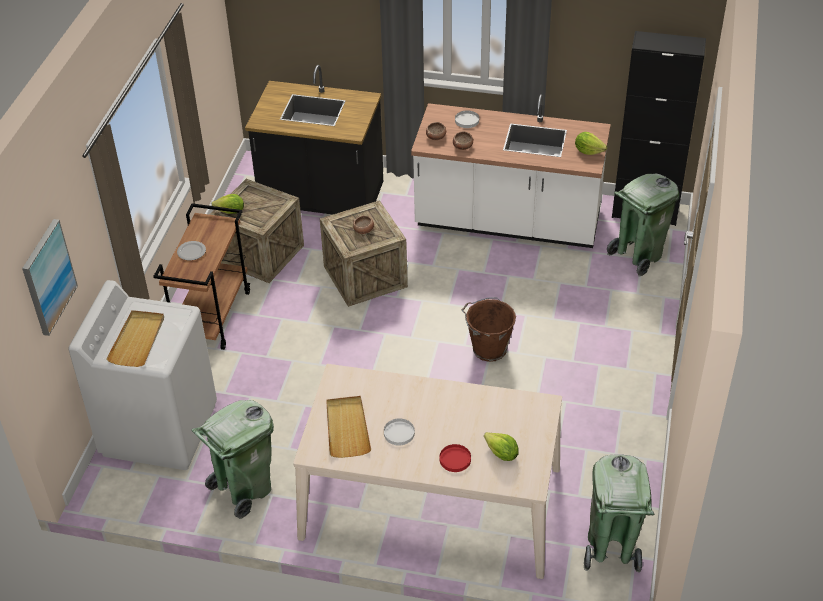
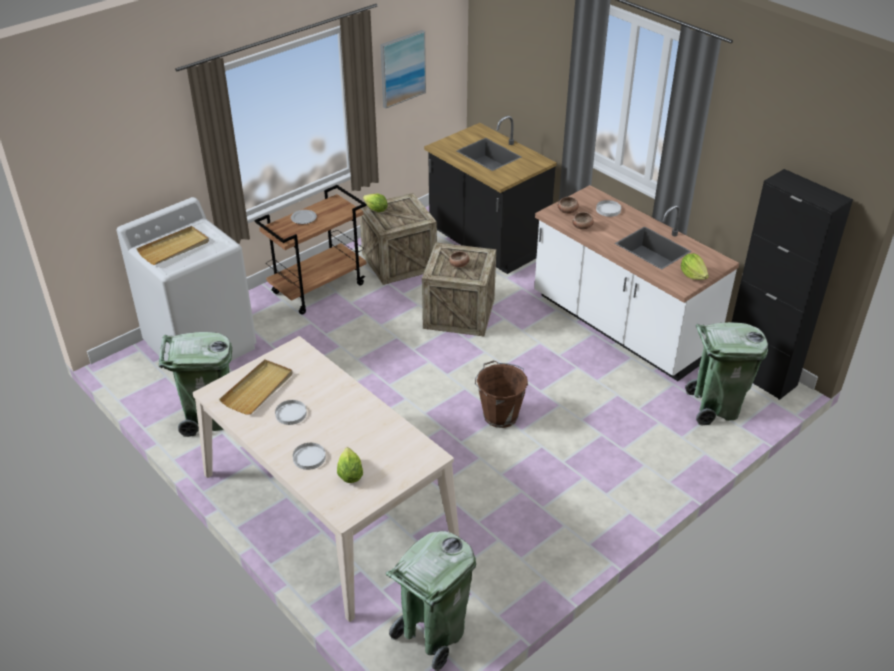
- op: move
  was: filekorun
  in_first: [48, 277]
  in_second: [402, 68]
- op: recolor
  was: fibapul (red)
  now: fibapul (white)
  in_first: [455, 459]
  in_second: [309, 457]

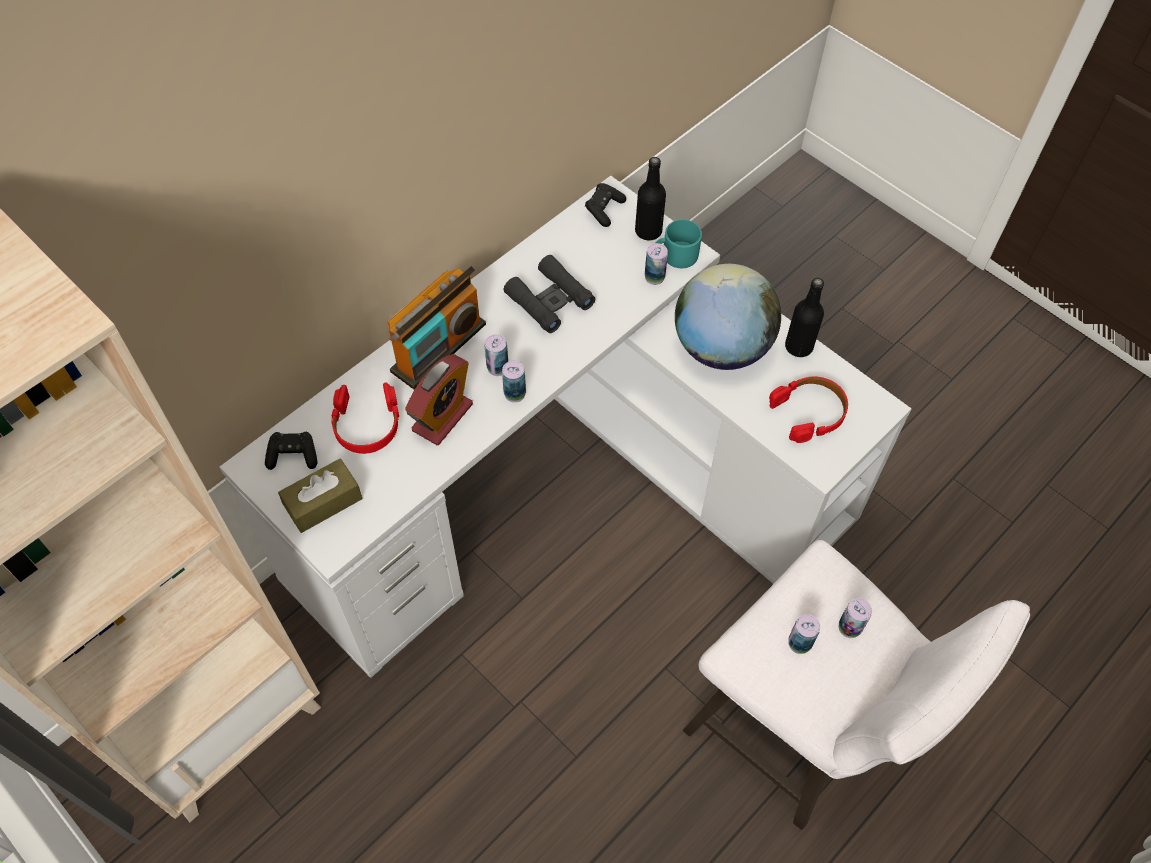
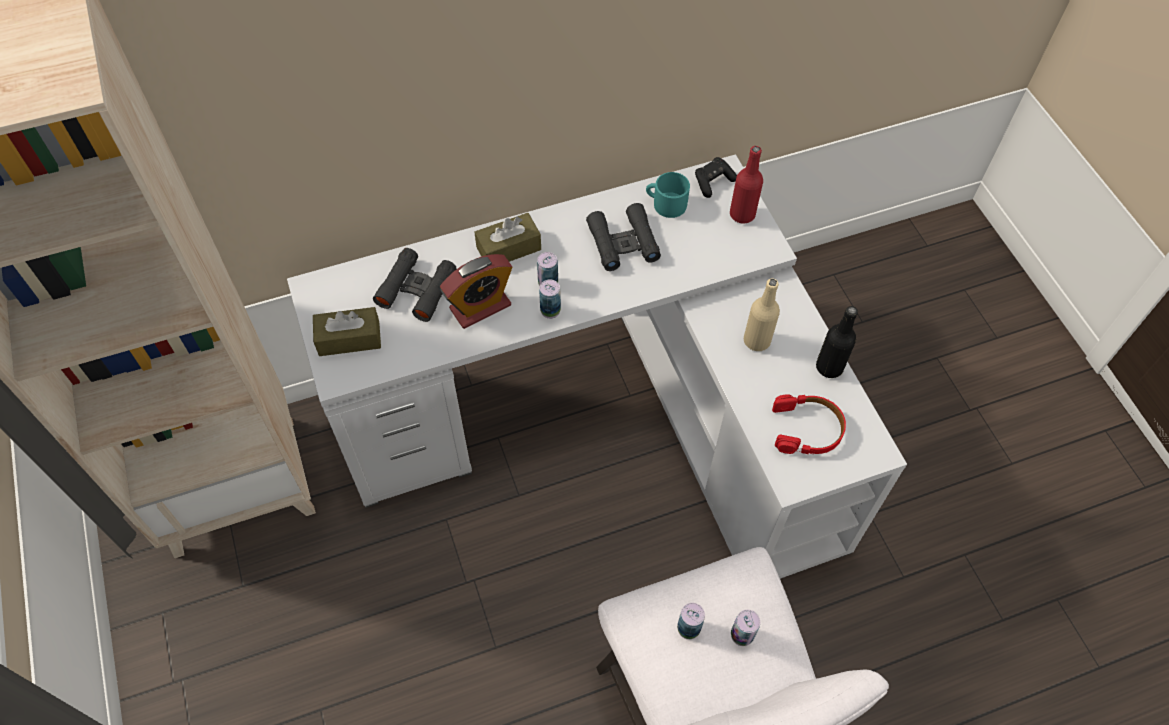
- op: delete
  was: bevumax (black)
  in_first: [293, 455]
- op: delete
  was: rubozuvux
  in_first: [654, 277]
- op: move
  was: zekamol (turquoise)
  in_first: [675, 255]
  in_second: [665, 203]
- op: replace
  was: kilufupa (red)
  now: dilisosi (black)
  in_first: [366, 424]
  in_second: [417, 289]
- op: replace
  was: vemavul
  now: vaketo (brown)
  in_first: [439, 348]
  in_second: [508, 248]
- op: replace
  was: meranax
  now: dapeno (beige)
  in_first: [721, 347]
  in_second: [756, 341]
- op: recolor
  was: dapeno (black)
  now: dapeno (red)
  in_first: [648, 231]
  in_second: [742, 214]

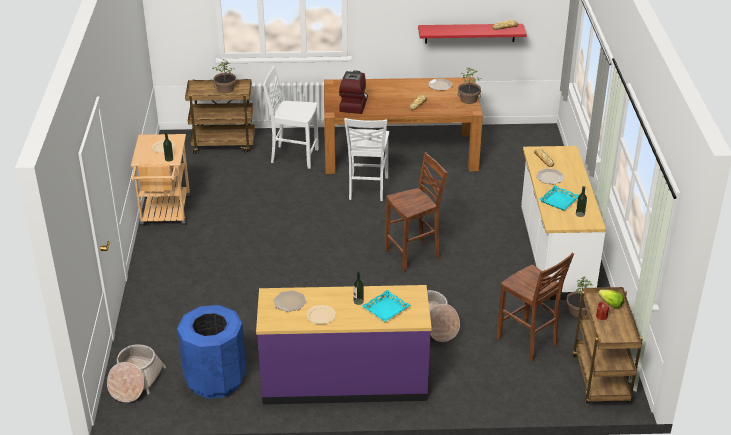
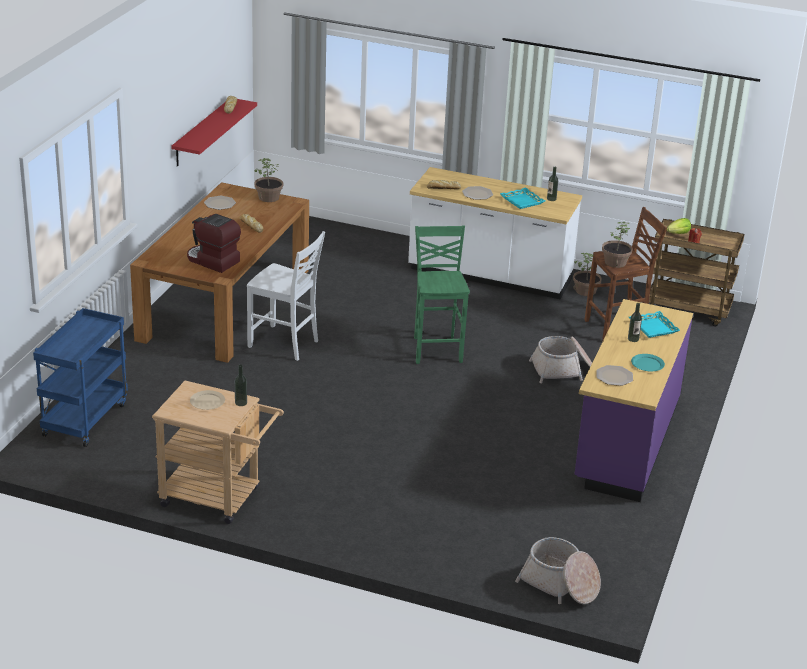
- op: delete
  was: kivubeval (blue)
  in_first: [215, 380]
- op: delete
  was: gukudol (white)
  in_first: [293, 156]
- op: move
  was: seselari
  in_first: [225, 89]
  in_second: [615, 262]
- op: recolor
  was: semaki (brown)
  now: semaki (blue)
  in_first: [224, 144]
  in_second: [85, 419]
- op: recolor
  was: fibapul (beige)
  now: fibapul (turquoise)
  in_first: [321, 316]
  in_second: [647, 364]
- op: recolor
  was: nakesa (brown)
  now: nakesa (green)
  in_first: [414, 255]
  in_second: [437, 349]

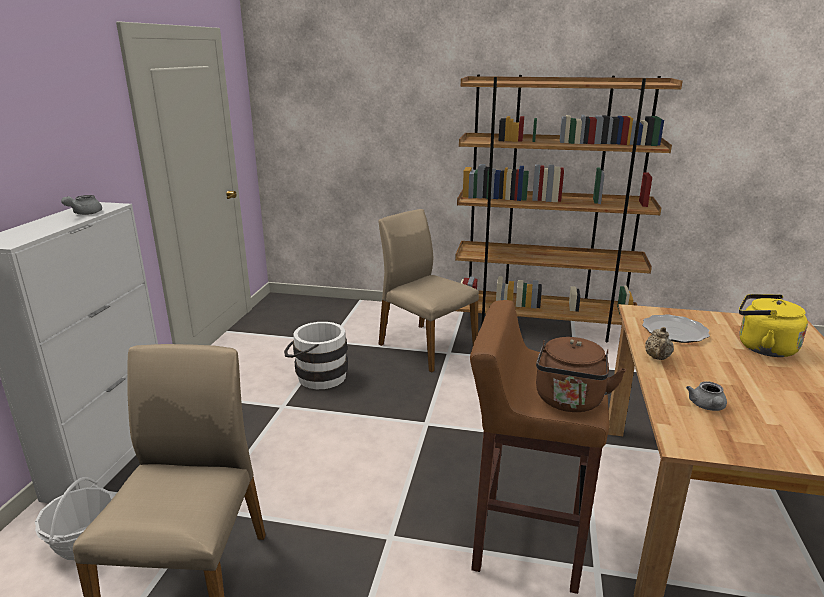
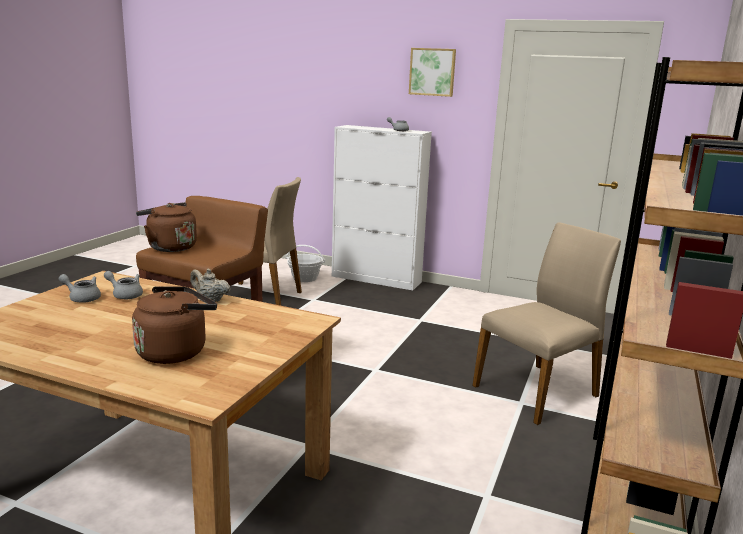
- op: delete
  was: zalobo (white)
  in_first: [317, 376]
- op: delete
  was: fibapul
  in_first: [674, 331]
- op: insert
  now: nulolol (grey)
  in_second: [82, 298]
- op: insert
  now: filekorun
  in_second: [432, 72]
- op: recolor
  was: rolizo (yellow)
  now: rolizo (brown)
  in_first: [762, 347]
  in_second: [175, 351]

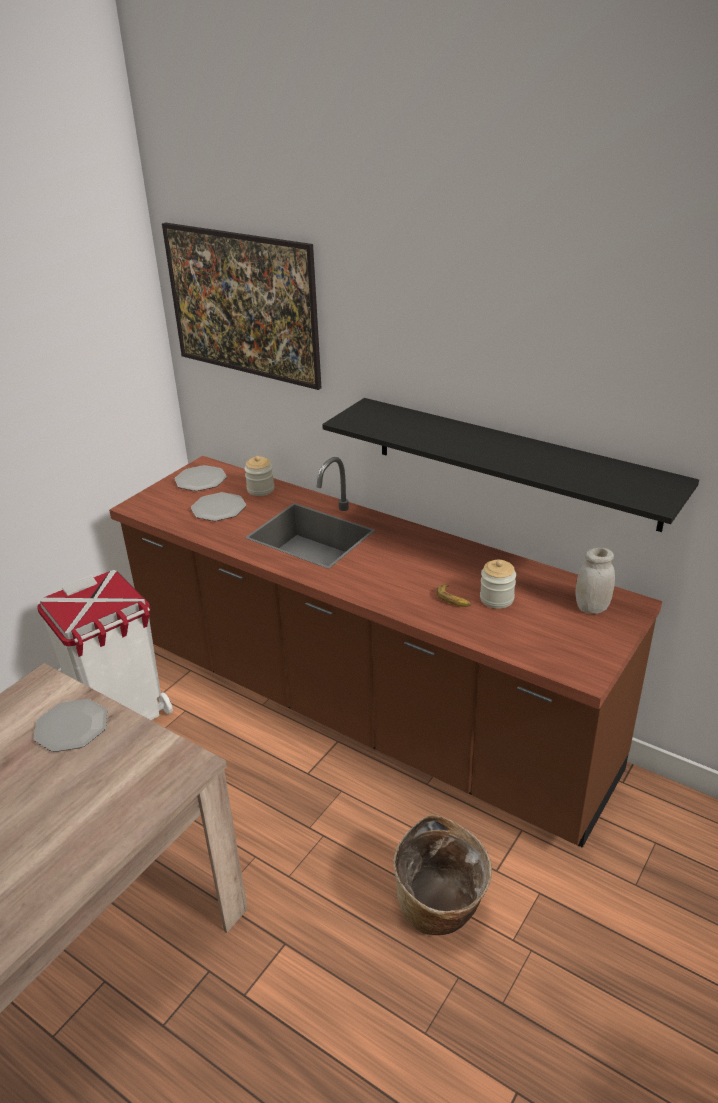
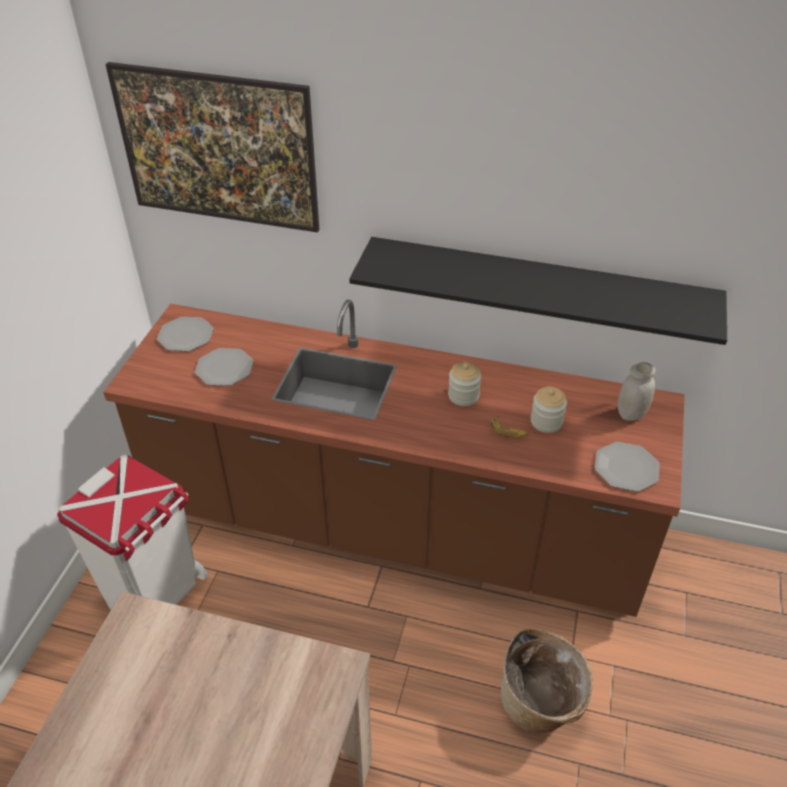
- op: move
  was: fibapul
  in_first: [71, 727]
  in_second: [626, 468]
- op: move
  was: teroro
  in_first: [260, 489]
  in_second: [463, 396]

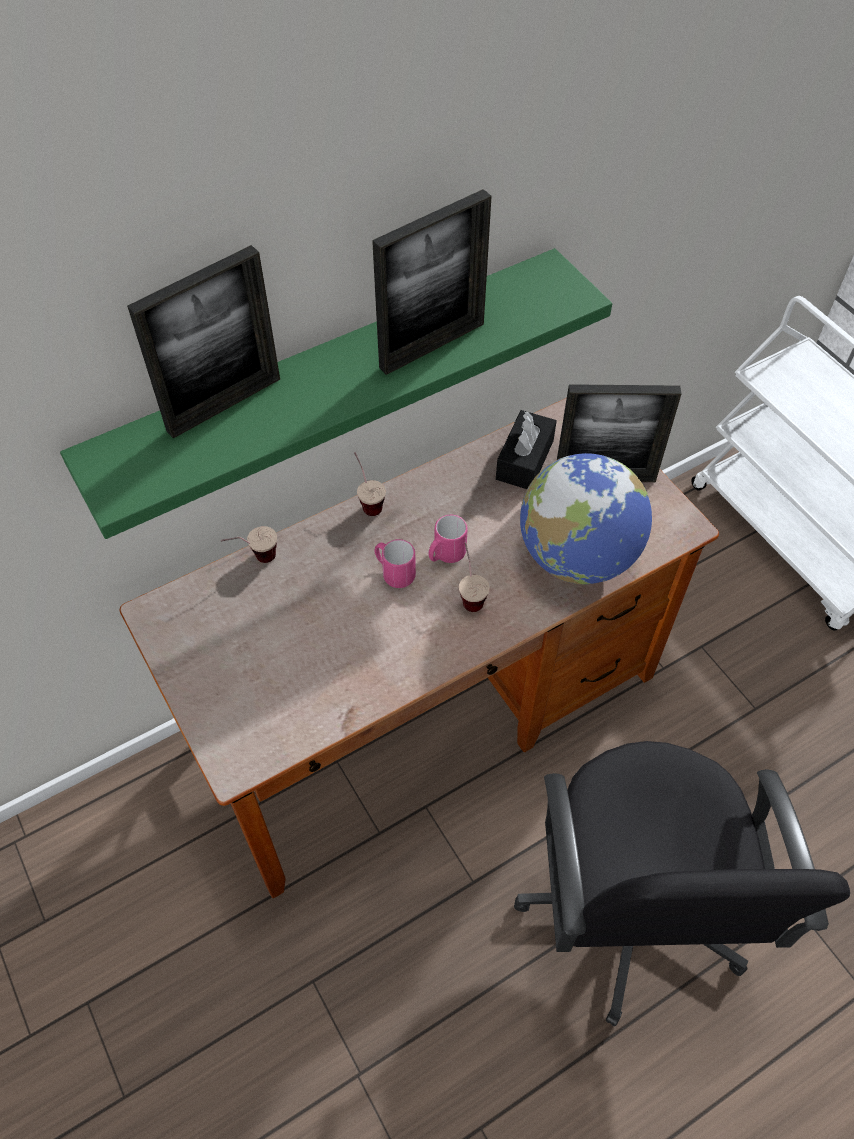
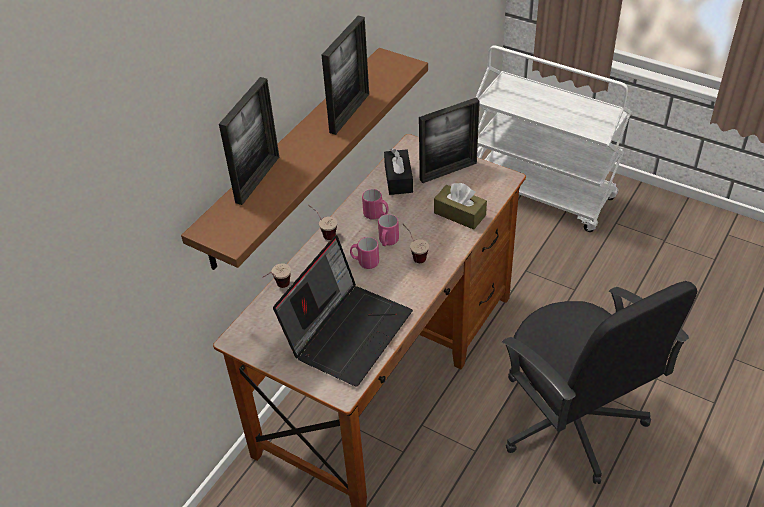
- op: insert
  now: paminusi
  in_second: [348, 331]
- op: insert
  now: zekamol (pink)
  in_second: [376, 215]
- op: replace
  was: meranax
  now: vaketo (brown)
  in_first: [577, 556]
  in_second: [459, 214]
- op: recolor
  was: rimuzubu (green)
  now: rimuzubu (brown)
  in_first: [331, 381]
  in_second: [294, 157]

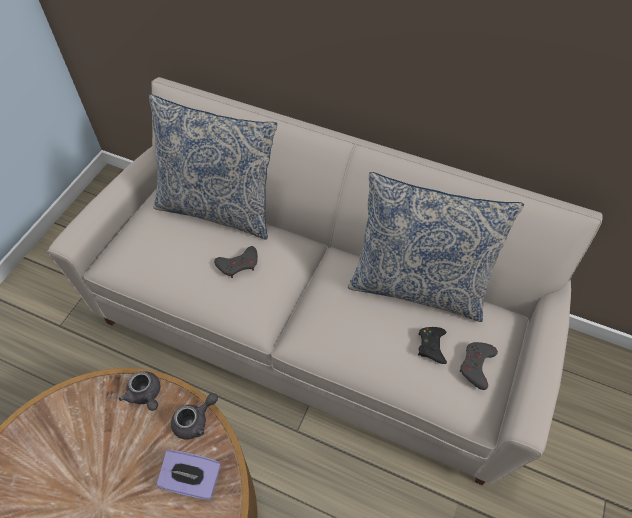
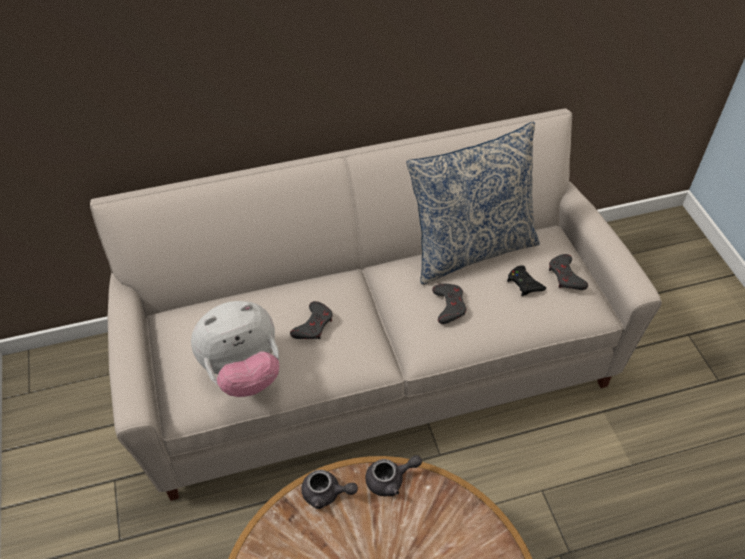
- op: delete
  was: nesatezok
  in_first: [218, 208]
- op: delete
  was: vaketo (purple)
  in_first: [192, 481]
- op: insert
  now: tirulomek
  in_second: [243, 372]
- op: insert
  now: bevumax (grey)
  in_second: [449, 305]
- op: rotate
  was: nulolol (grey)
  in_first: [195, 421]
  in_second: [390, 480]
  clockwise: 60

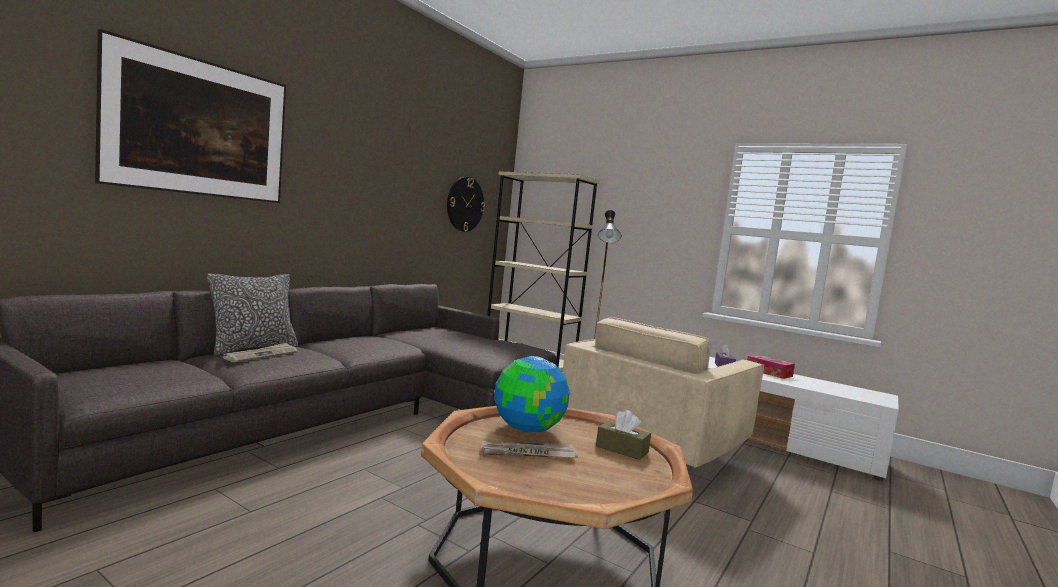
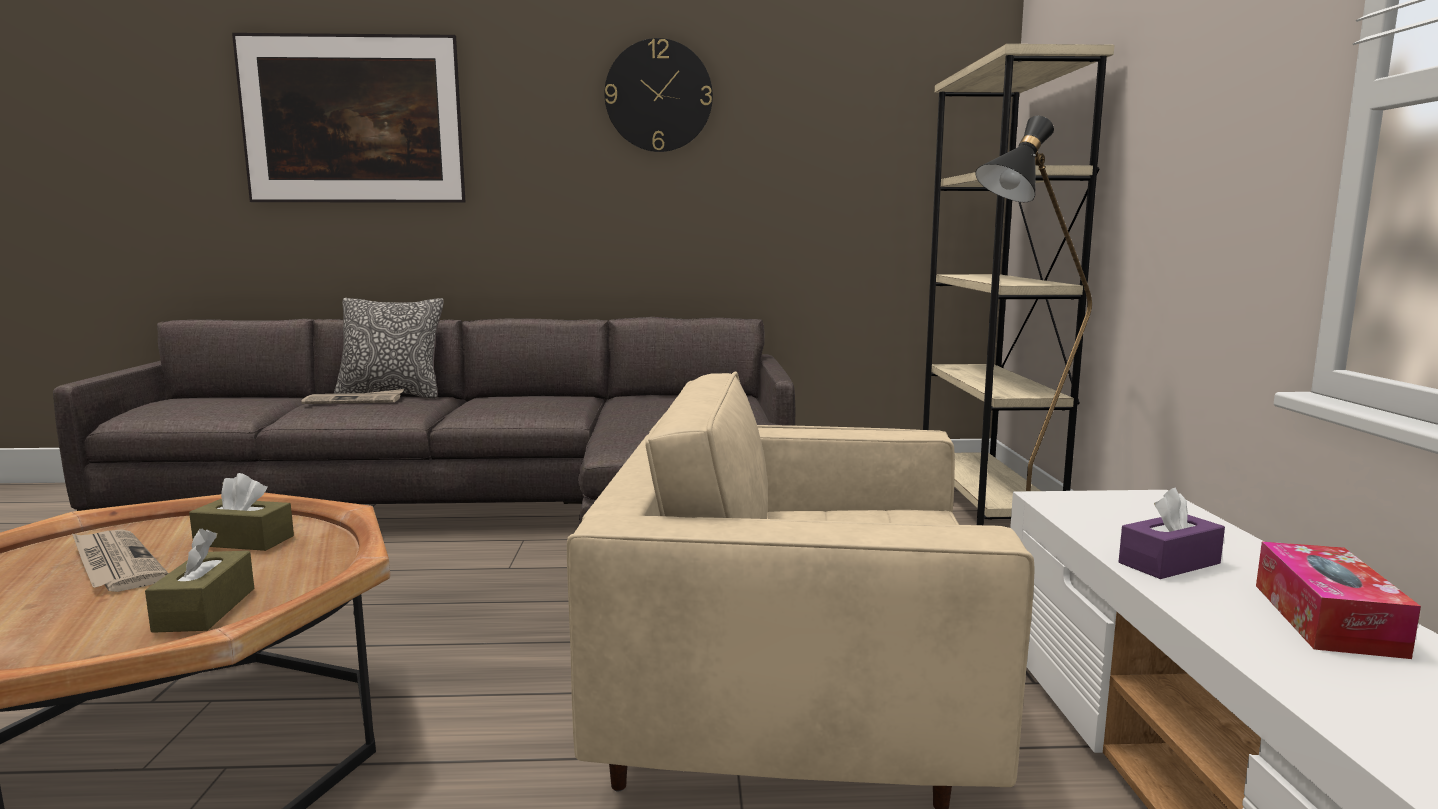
- op: move
  was: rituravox
  in_first: [465, 204]
  in_second: [658, 96]
- op: replace
  was: meranax
  now: vaketo (brown)
  in_first: [528, 430]
  in_second: [244, 540]

